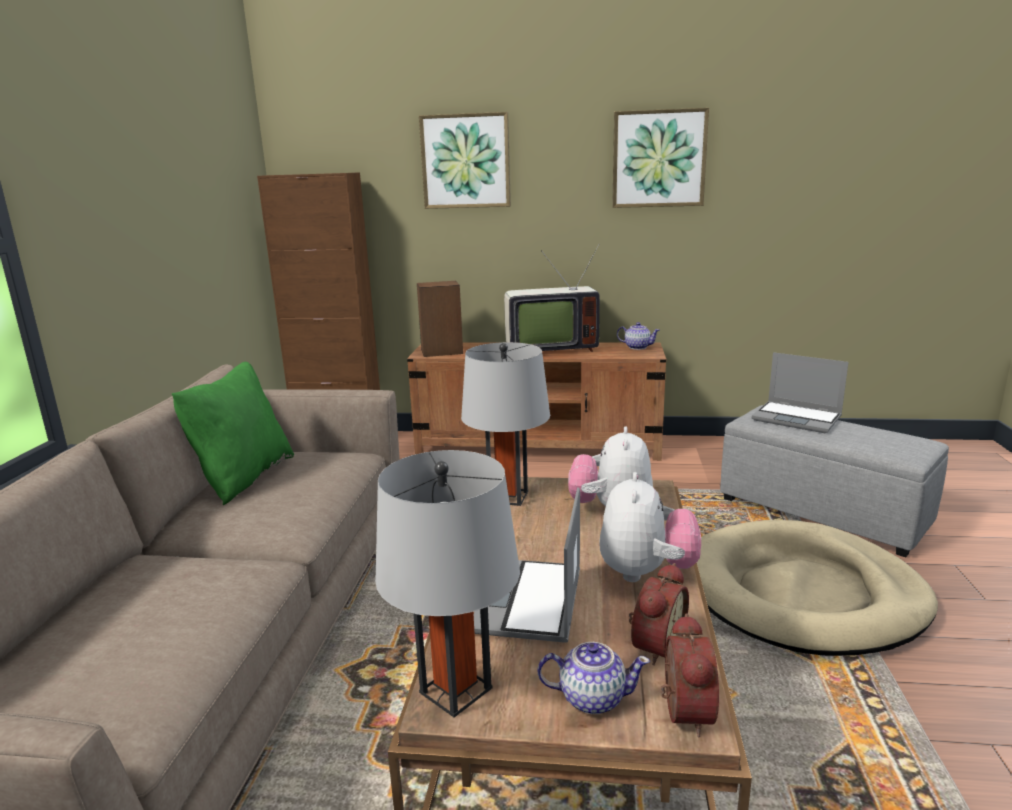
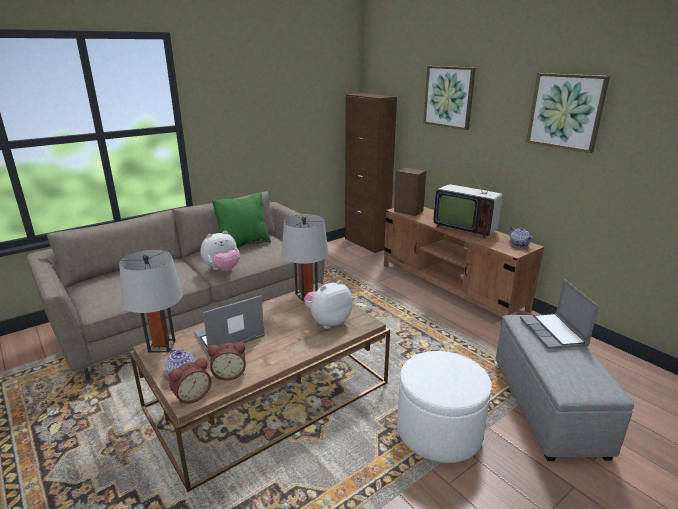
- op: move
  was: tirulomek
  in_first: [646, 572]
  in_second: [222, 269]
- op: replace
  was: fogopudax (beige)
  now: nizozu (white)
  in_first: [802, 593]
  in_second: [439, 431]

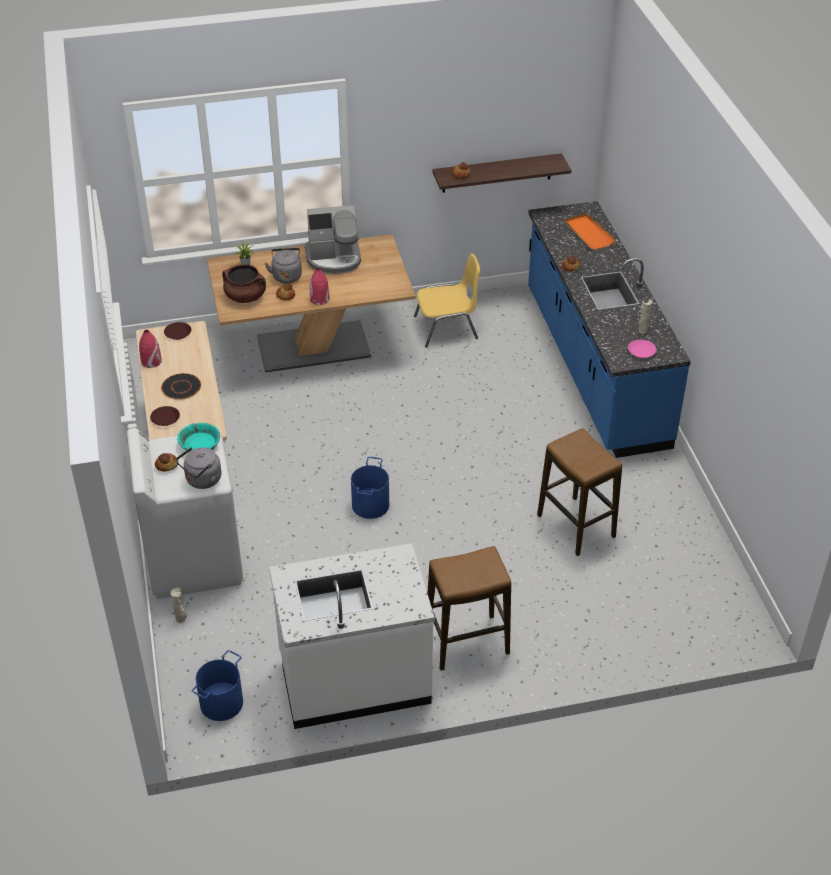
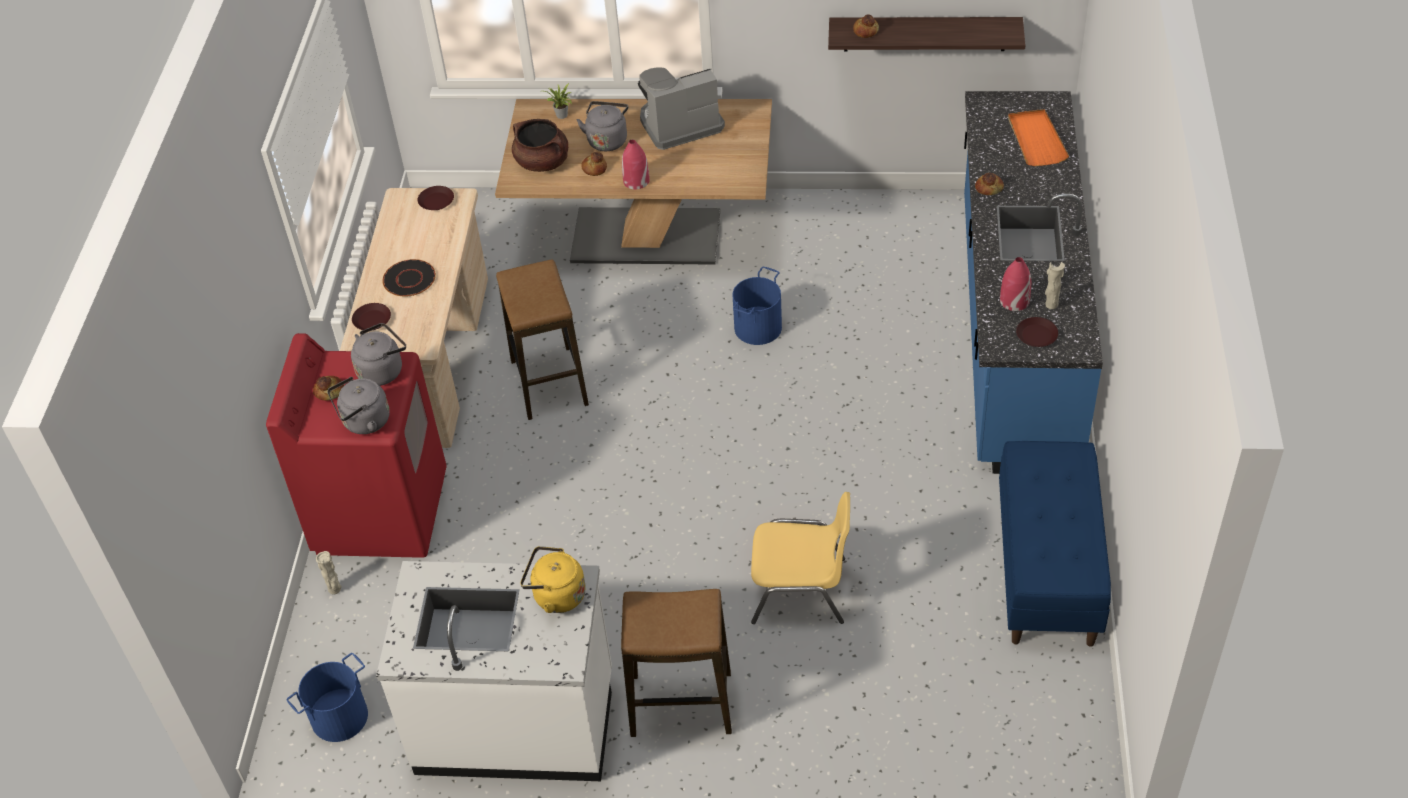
- op: insert
  now: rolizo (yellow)
  in_second: [556, 596]
- op: insert
  now: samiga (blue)
  in_second: [1048, 570]
- op: move
  was: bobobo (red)
  in_first: [151, 361]
  in_second: [1014, 300]
- op: move
  was: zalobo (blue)
  in_first: [370, 505]
  in_second: [757, 327]
- op: move
  was: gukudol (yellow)
  in_first: [447, 328]
  in_second: [801, 590]
- op: move
  was: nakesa
  in_first: [576, 526]
  in_second: [549, 383]
- op: replace
  was: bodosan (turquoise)
  now: rolizo (grey)
  in_first: [200, 445]
  in_second: [382, 370]
- op: recolor
  was: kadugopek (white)
  now: kadugopek (red)
  in_first: [193, 560]
  in_second: [381, 511]
- op: recolor
  was: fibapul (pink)
  now: fibapul (brown)
  in_first: [641, 351]
  in_second: [1036, 335]
- op: rotate
  was: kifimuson
  in_first: [334, 258]
  in_second: [679, 124]
  clockwise: 150

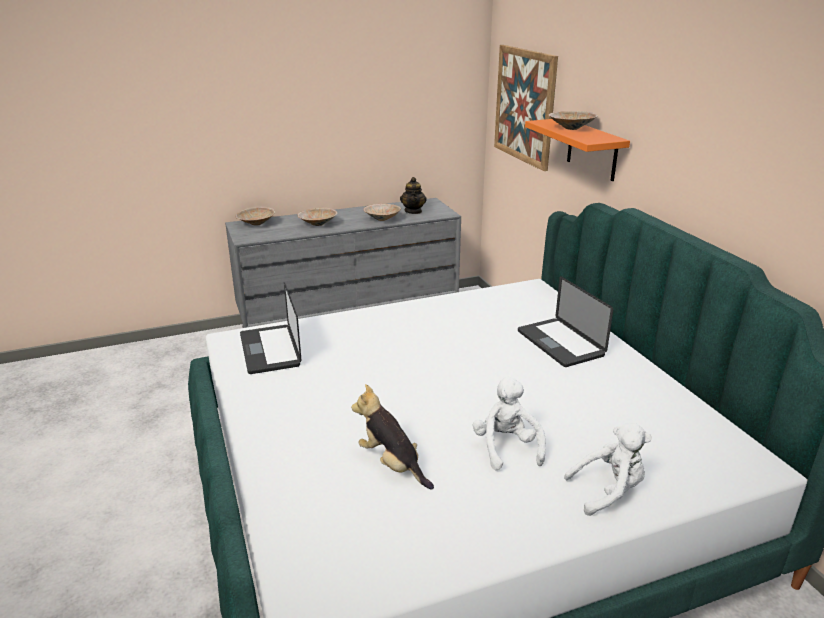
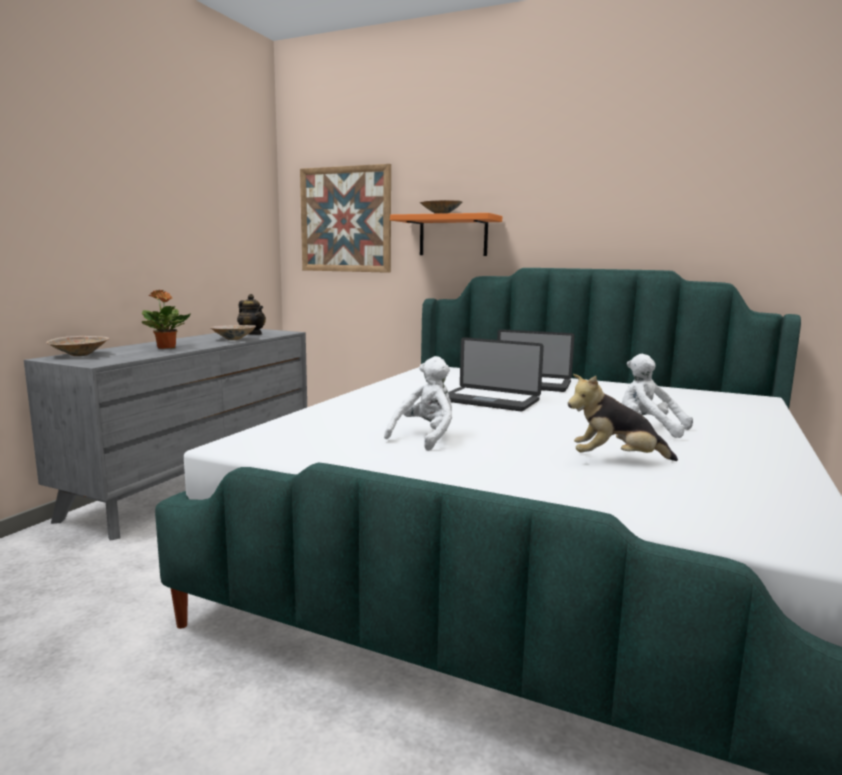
- op: move
  was: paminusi
  in_first: [270, 350]
  in_second: [489, 401]
- op: move
  was: tirulomek (white)
  in_first: [608, 491]
  in_second: [425, 437]
- op: replace
  was: bodosan (beige)
  now: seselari
  in_first: [317, 224]
  in_second: [166, 348]

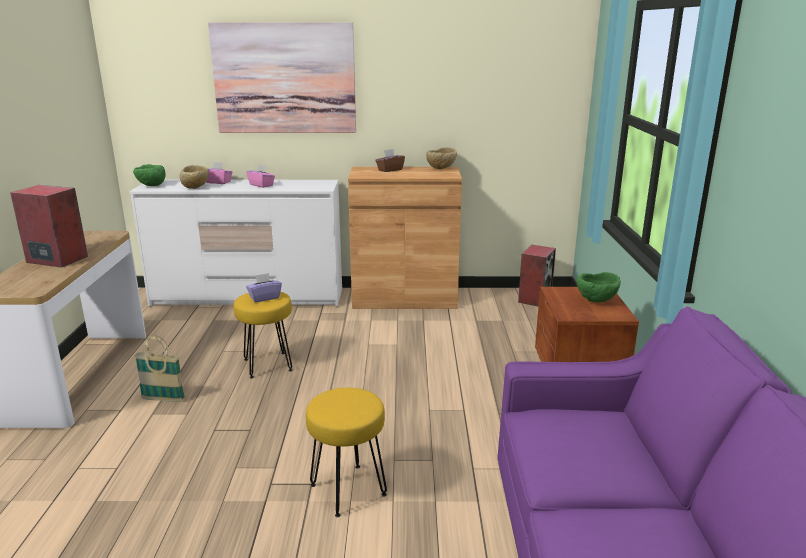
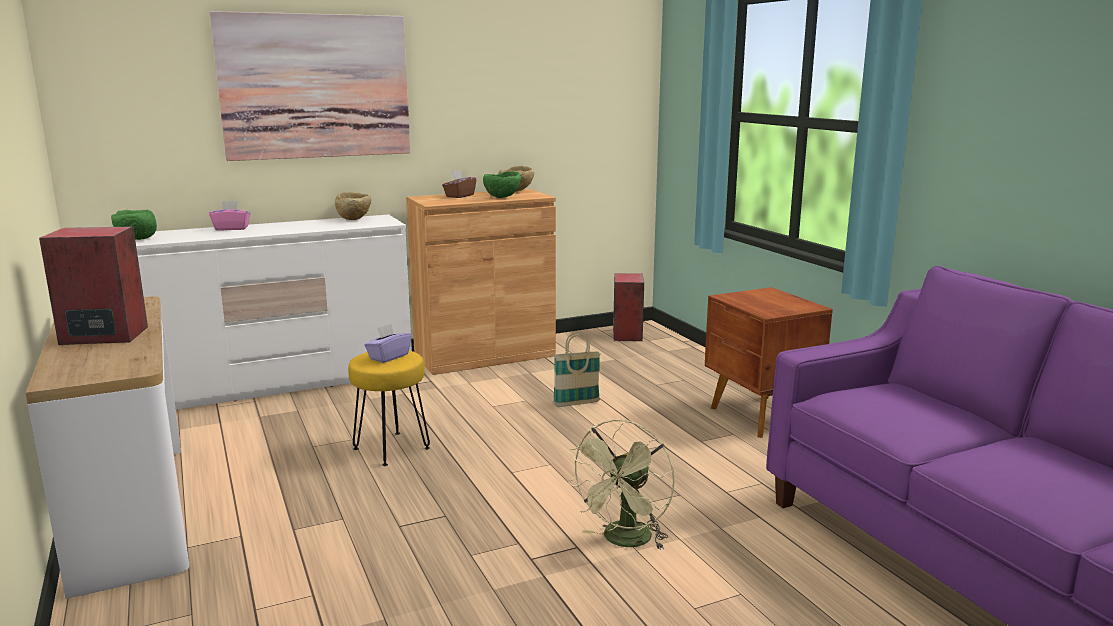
- op: delete
  was: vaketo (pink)
  in_first: [261, 185]
- op: move
  was: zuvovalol
  in_first: [163, 399]
  in_second: [576, 403]
- op: move
  was: bodosan (beige)
  in_first: [195, 188]
  in_second: [355, 219]
- op: move
  was: bodosan (green)
  in_first: [596, 301]
  in_second: [502, 198]
- op: replace
  was: nakesa (yellow)
  now: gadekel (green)
  in_first: [349, 490]
  in_second: [624, 541]

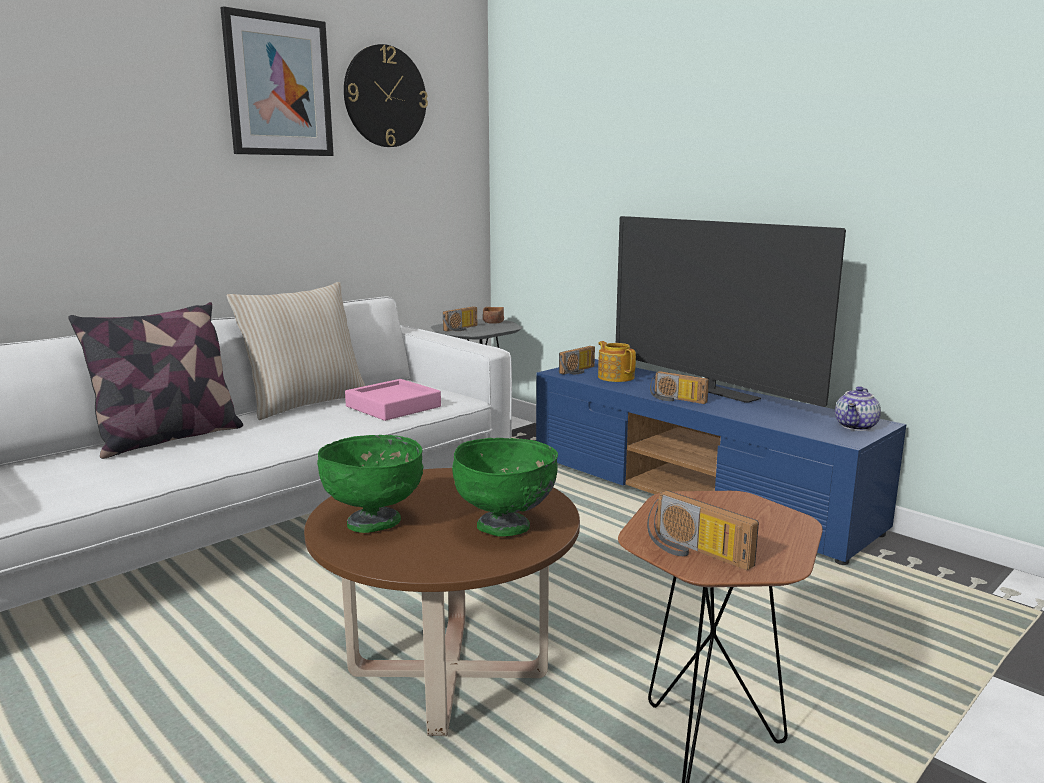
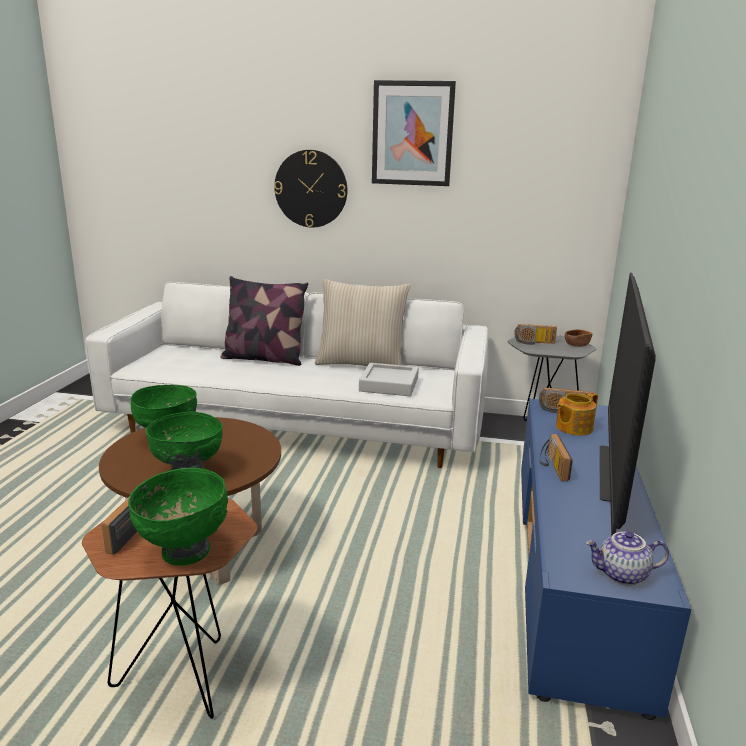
- op: insert
  now: bodosan (green)
  in_second: [184, 551]
- op: move
  was: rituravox
  in_first: [385, 96]
  in_second: [311, 189]
- op: recolor
  was: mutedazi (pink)
  now: mutedazi (grey)
  in_first: [393, 406]
  in_second: [389, 384]
- op: rotate
  was: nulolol
  in_first: [616, 377]
  in_second: [573, 428]
  clockwise: -150

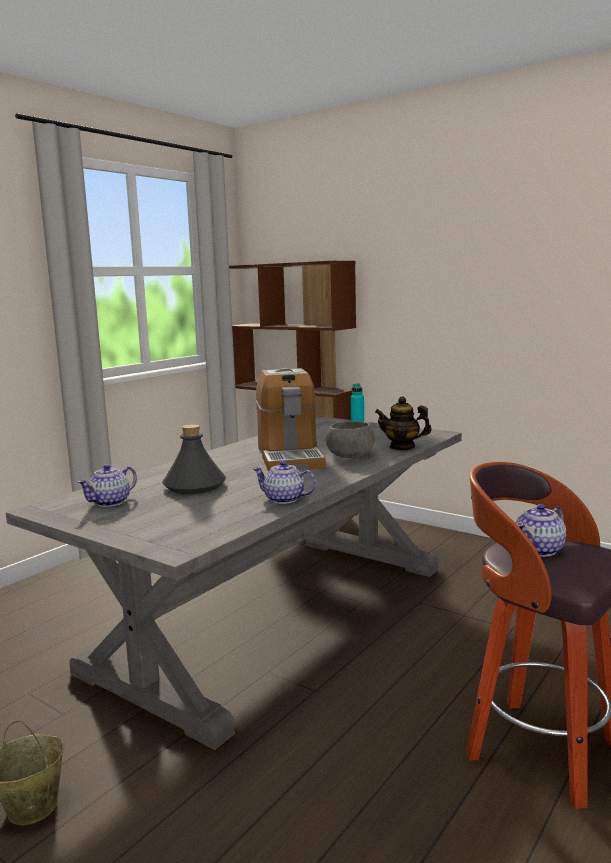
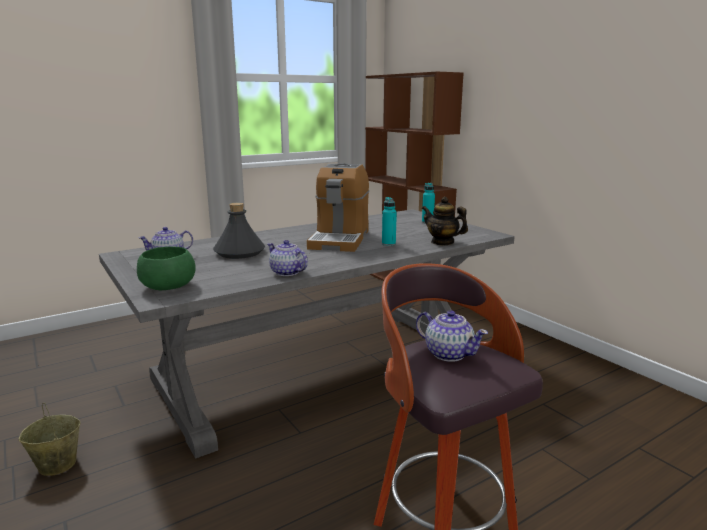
- op: insert
  now: bodosan (green)
  in_second: [167, 286]
- op: replace
  was: bodosan (grey)
  now: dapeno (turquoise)
  in_first: [350, 455]
  in_second: [388, 244]
- op: rotate
  was: nulolol
  in_first: [539, 550]
  in_second: [448, 353]
  clockwise: -120

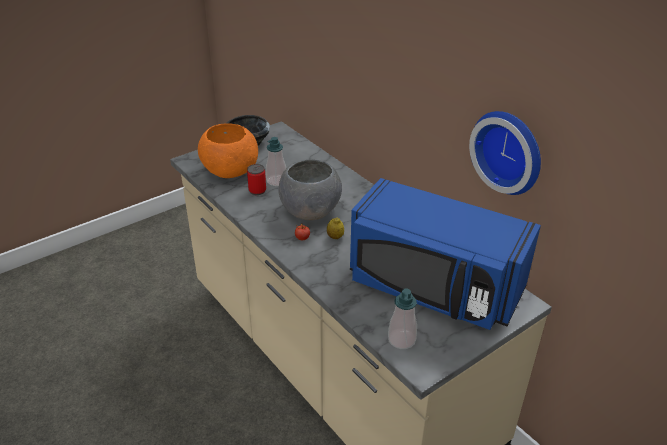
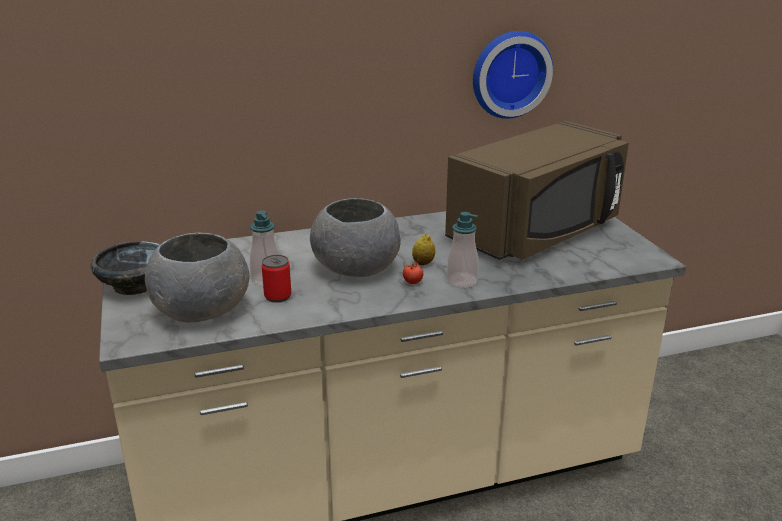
- op: move
  was: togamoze
  in_first: [401, 340]
  in_second: [462, 281]
- op: recolor
  was: bodosan (orange)
  now: bodosan (grey)
  in_first: [230, 171]
  in_second: [203, 310]
- op: recolor
  was: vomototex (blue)
  now: vomototex (brown)
  in_first: [433, 287]
  in_second: [537, 231]

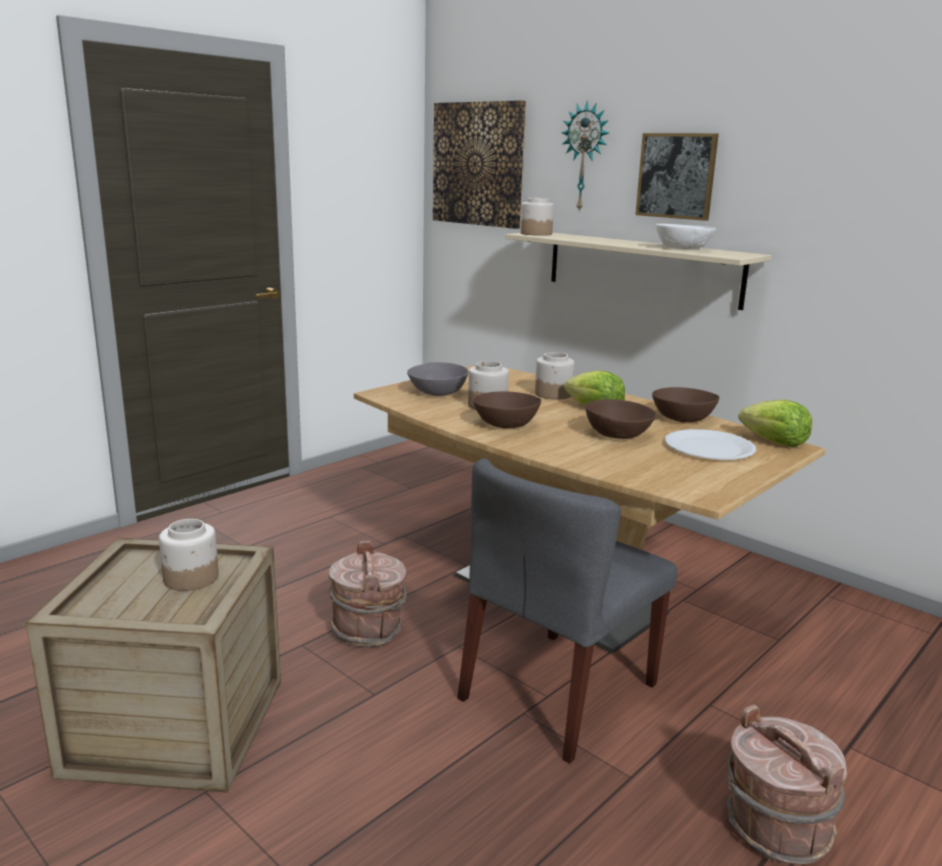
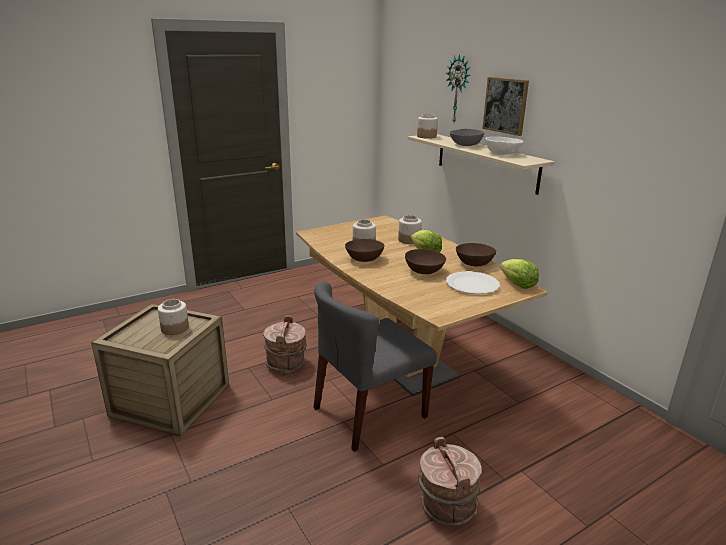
- op: delete
  was: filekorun
  in_first: [478, 164]
- op: move
  was: bodosan (grey)
  in_first: [437, 393]
  in_second: [465, 145]

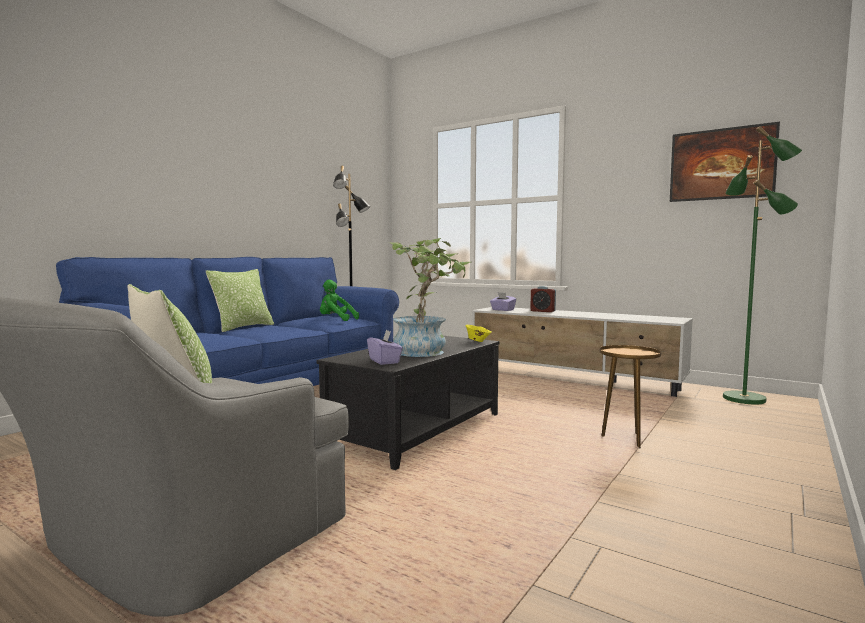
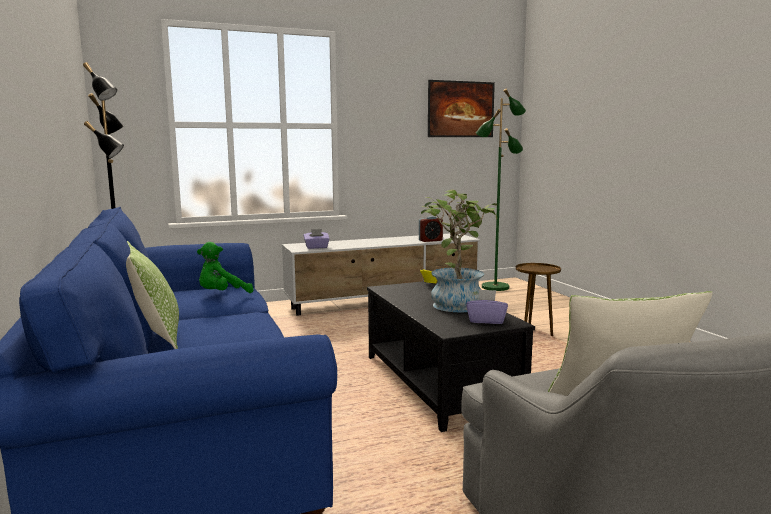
- op: move
  was: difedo
  in_first: [542, 311]
  in_second: [430, 240]

